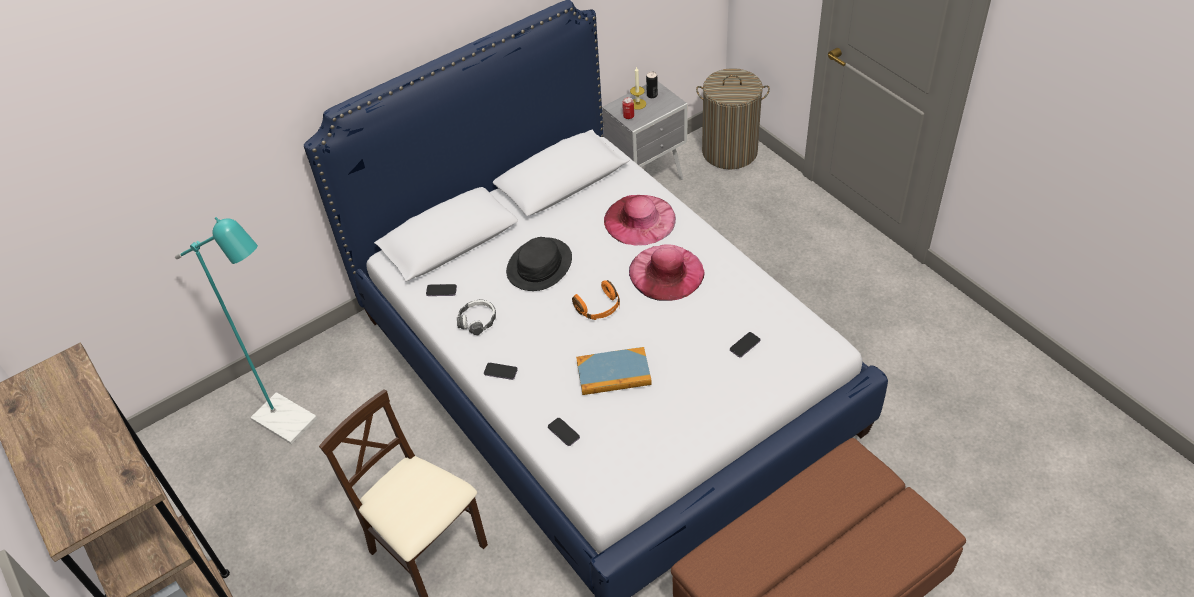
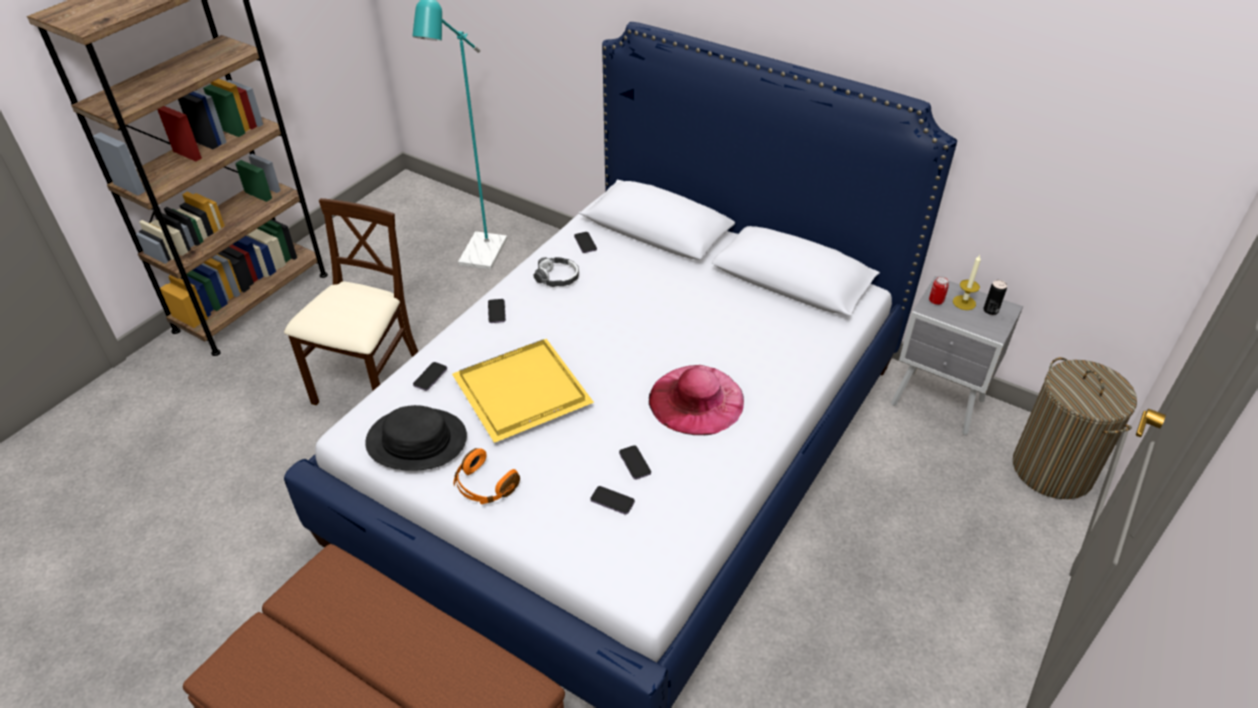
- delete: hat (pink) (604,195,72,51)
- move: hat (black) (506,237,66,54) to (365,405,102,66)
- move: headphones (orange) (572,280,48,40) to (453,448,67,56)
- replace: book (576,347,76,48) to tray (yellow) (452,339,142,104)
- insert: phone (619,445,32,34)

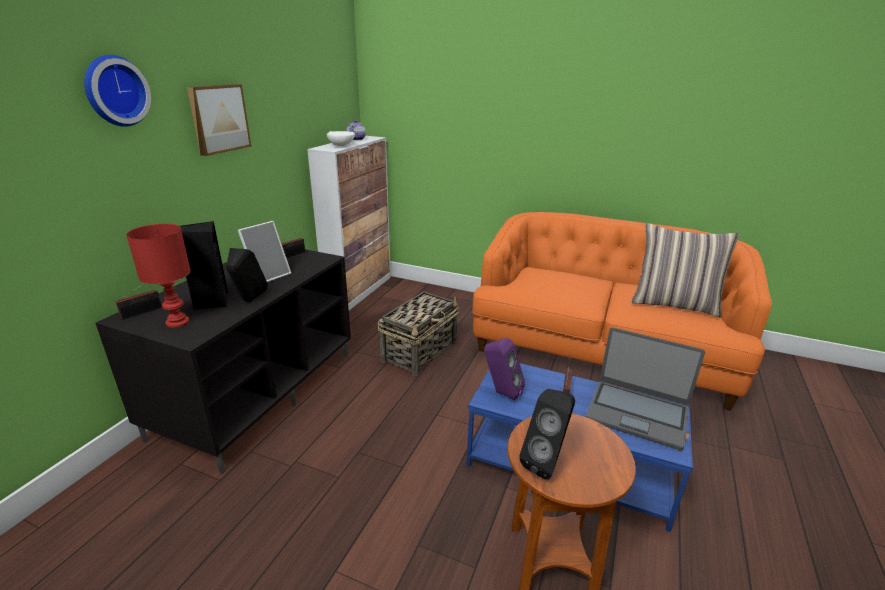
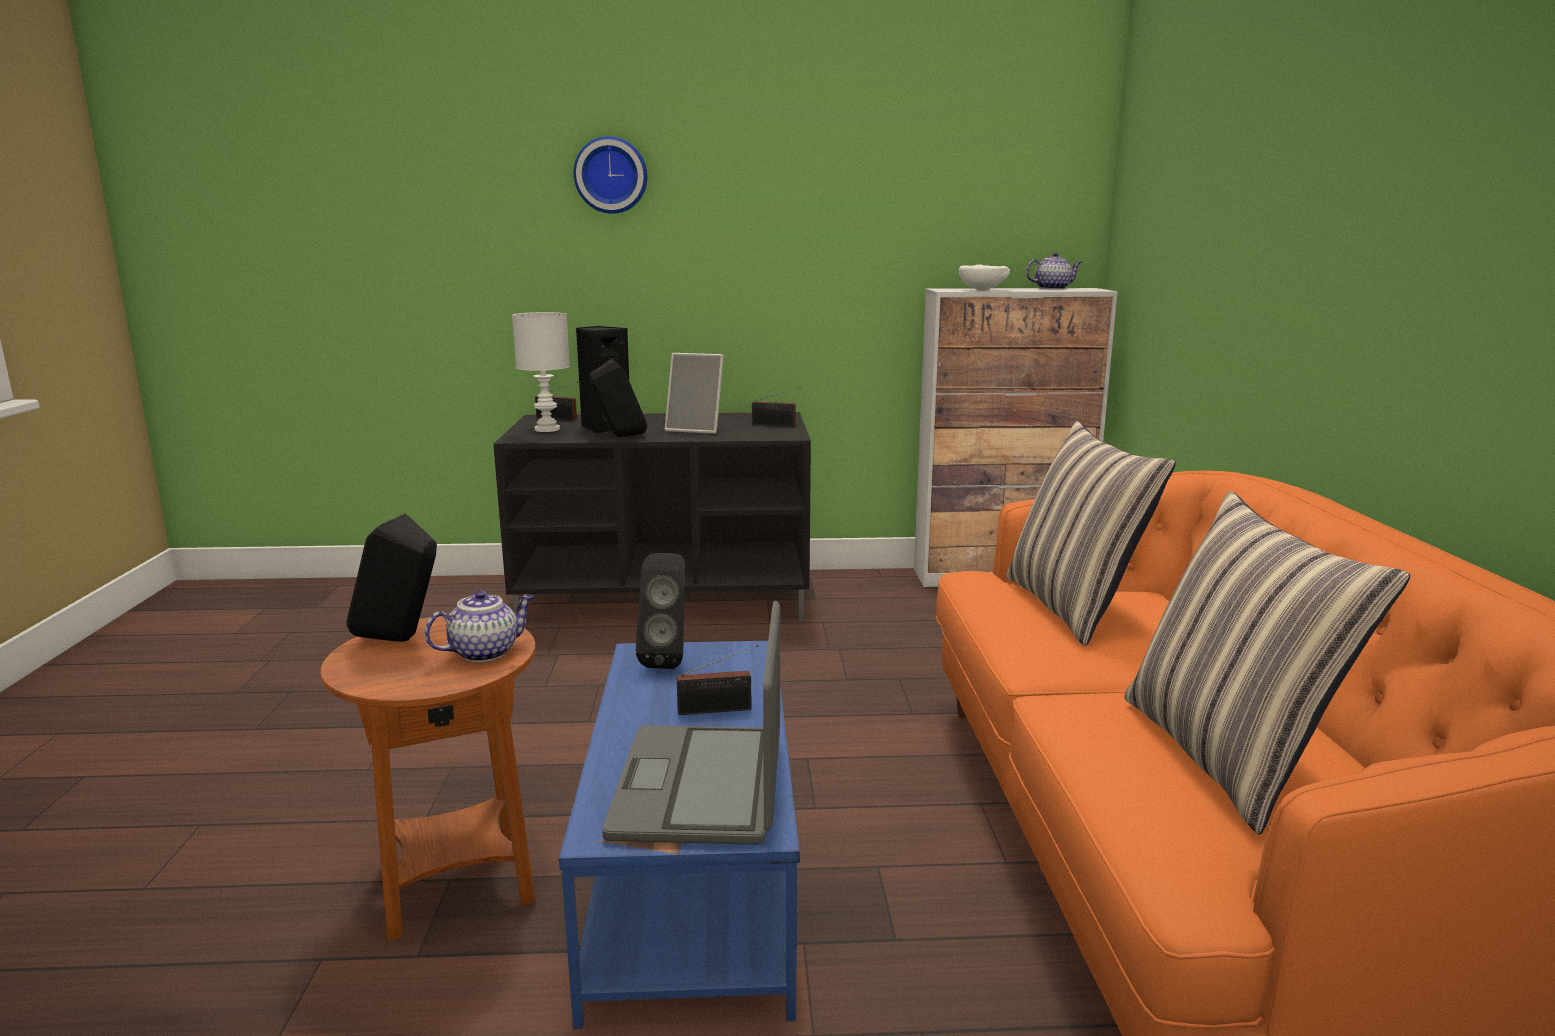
- delete: picture (187,84,64,72)
- recolor: table lamp (red) (126,224,65,104) to table lamp (white) (512,312,58,120)
- delete: basket (378,292,81,84)
- recolor: speaker (purple) (484,338,41,63) to speaker (black) (636,553,49,116)
- insert: pillow (1006,421,170,225)
- insert: teapot (424,590,110,72)

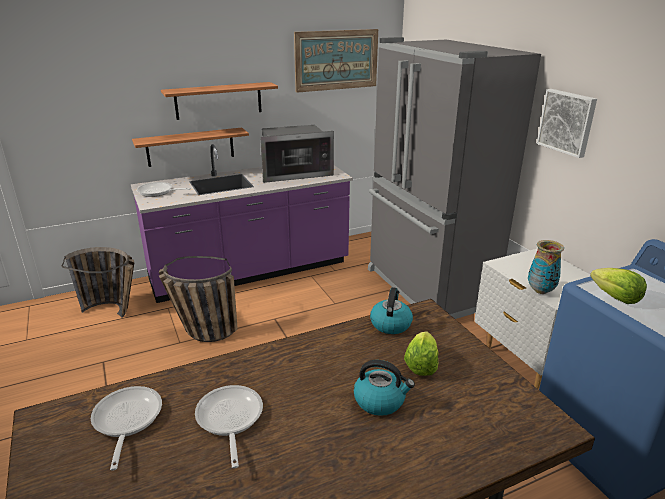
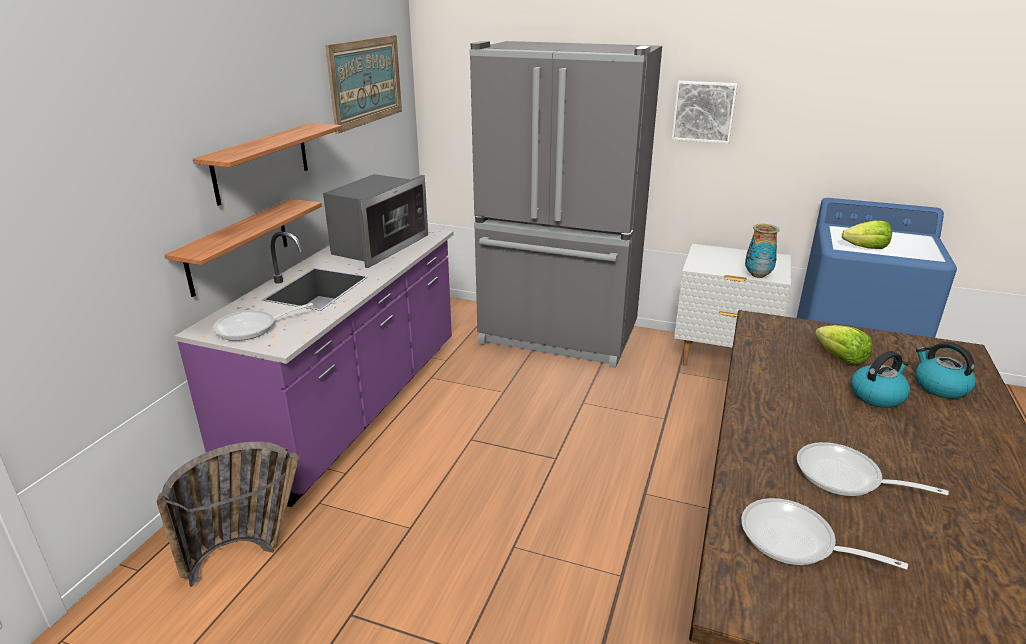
- delete: basket (159,256,79,86)
- move: kettle (370,287,43,47) to (915,342,61,57)

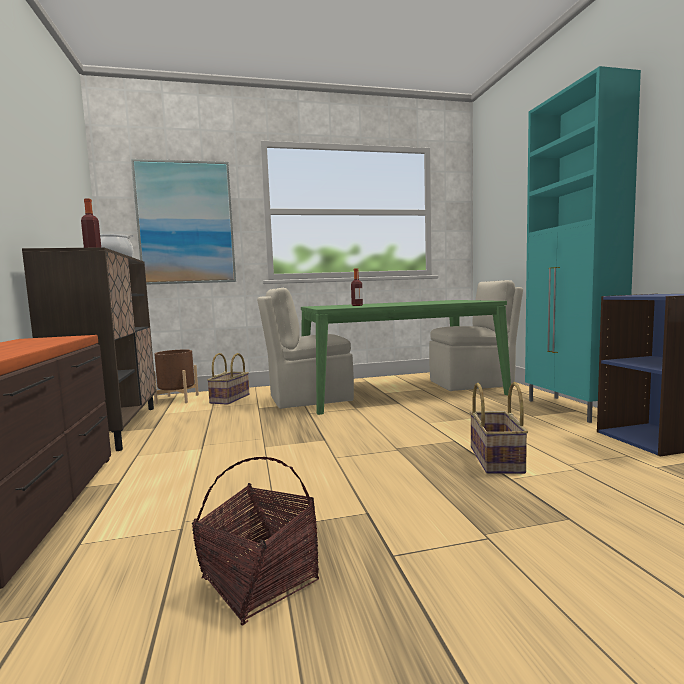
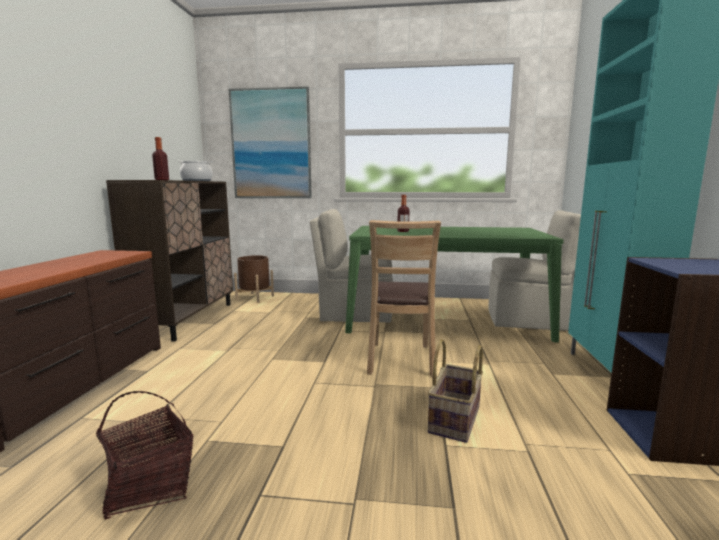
- delete: basket (207,353,42,52)
- insert: chair (brown) (367,220,74,157)

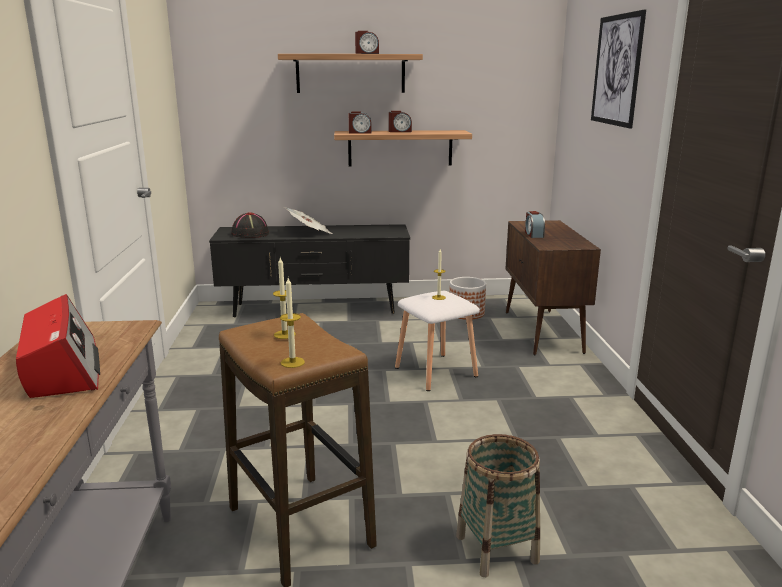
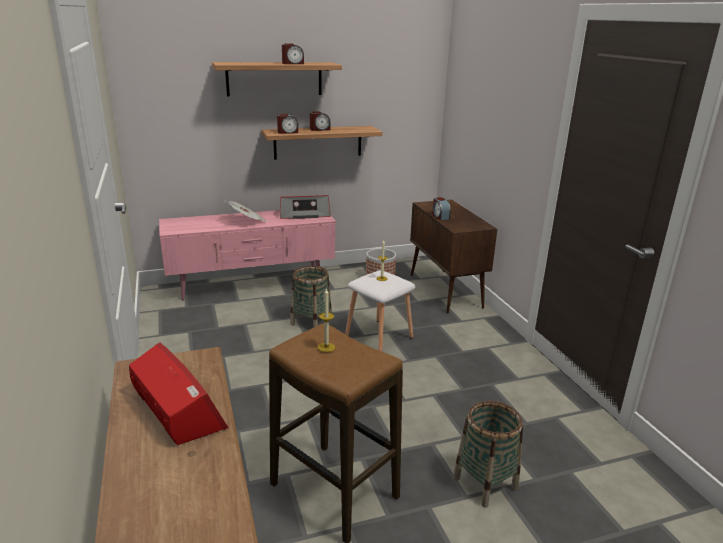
- delete: picture (591,10,55,119)
- delete: hat (black) (231,212,38,26)
- recolor: tv stand (black) (209,224,201,93) to tv stand (pink) (159,210,177,90)
- delete: candle (280,278,25,90)
- insert: radio (280,195,51,24)
- insert: basket (290,266,42,62)

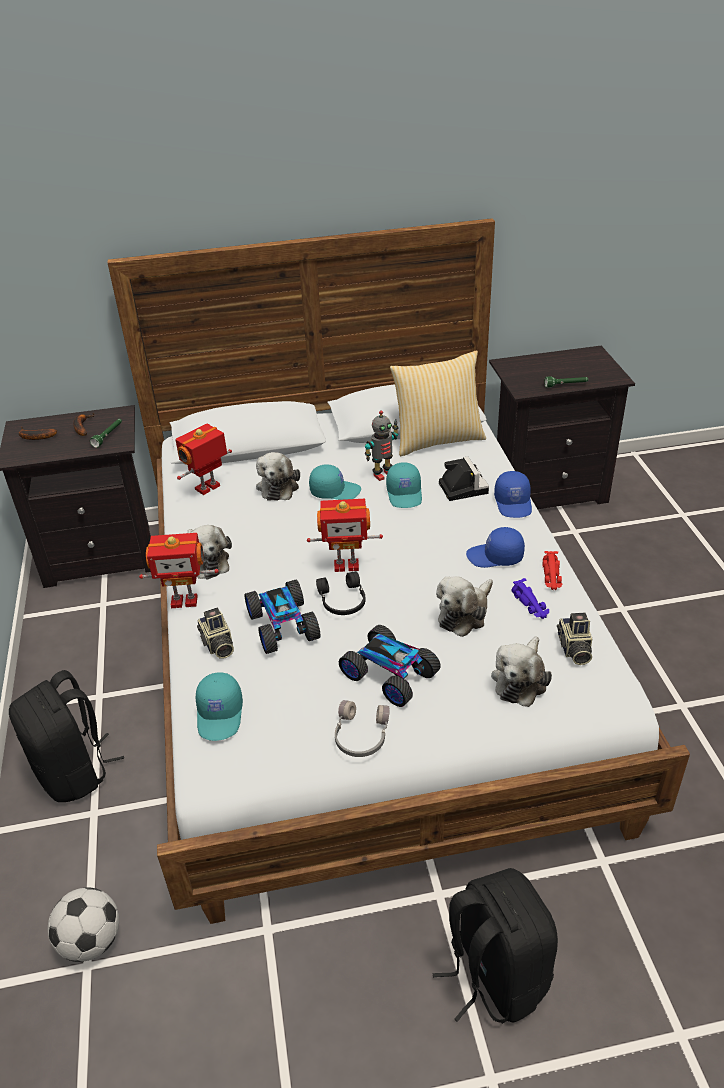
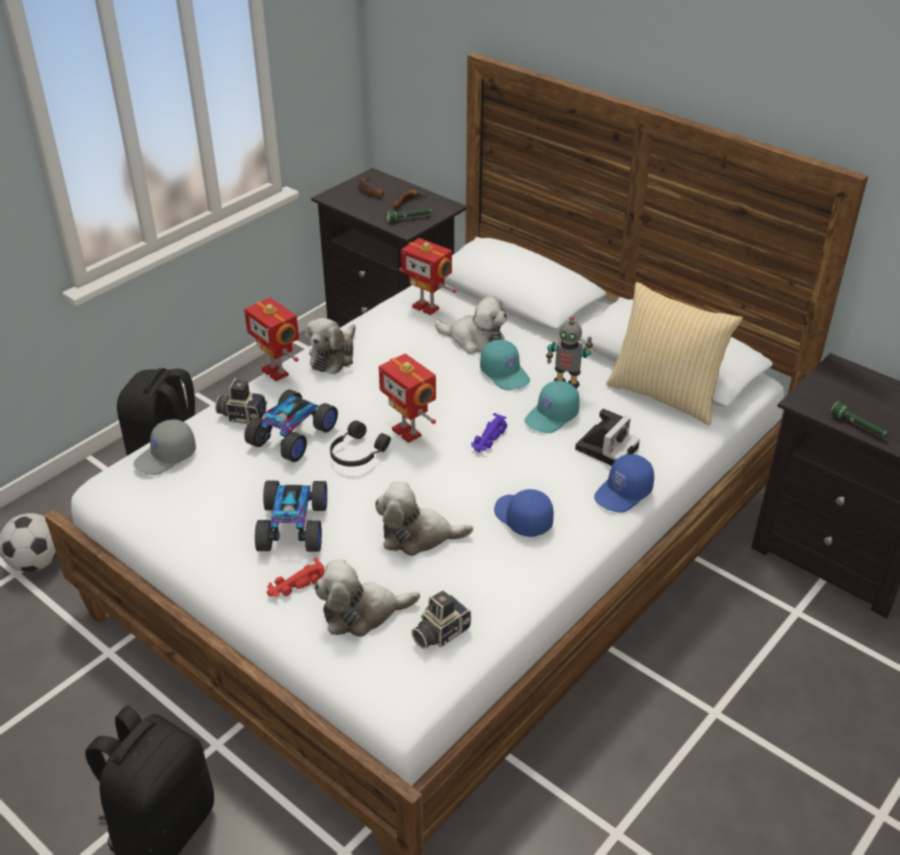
- rotate: toy robot (175,424,57,71) = (399,238,57,77) 150 degrees counterclockwise
- rotate: plush toy (256,452,44,49) = (434,297,73,57) 120 degrees counterclockwise
- move: toy car (red) (543,551,20,39) to (267,557,58,40)
- move: toy car (purple) (511,578,38,41) to (471,413,36,39)
- rotate: photo camera (197,608,37,50) = (215,378,52,46) 75 degrees clockwise
- recolor: cap (turquoise) (196,672,47,69) to cap (grey) (134,419,62,56)
- delete: headphones (grey) (335,700,55,57)

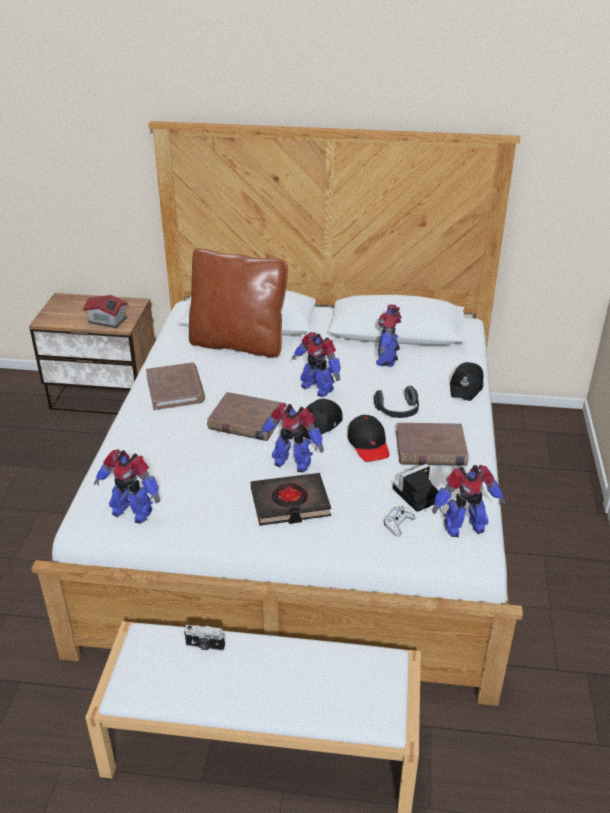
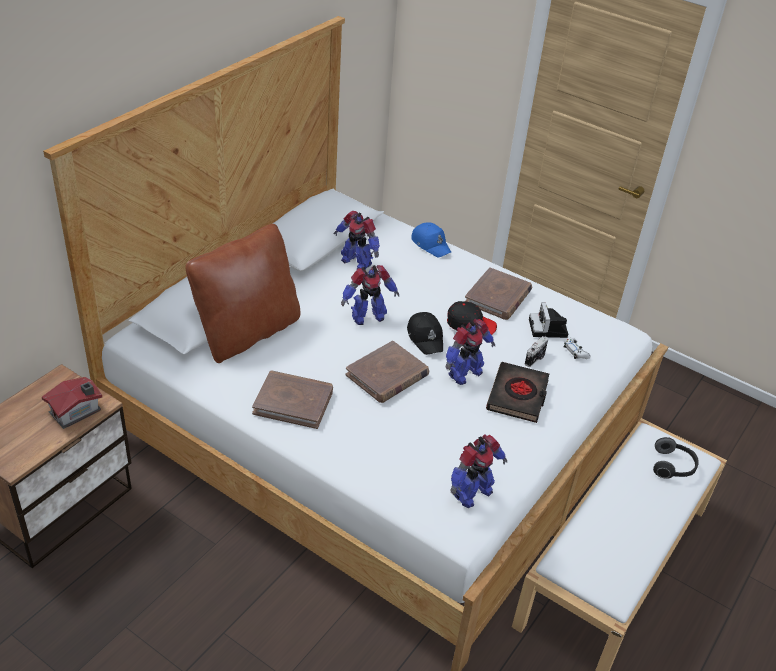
- recolor: cap (black) (450,362,34,39) to cap (blue) (411,222,40,36)
- move: headphones (374,386,45,32) to (653,437,46,42)
- delete: toy robot (432,465,73,72)
- move: photo camera (184,625,42,26) to (525,336,23,31)

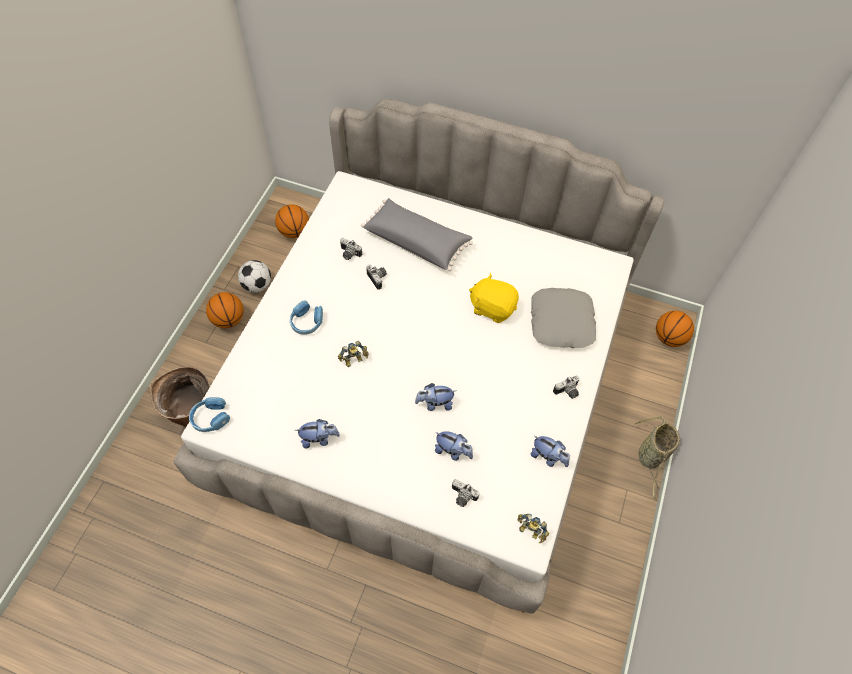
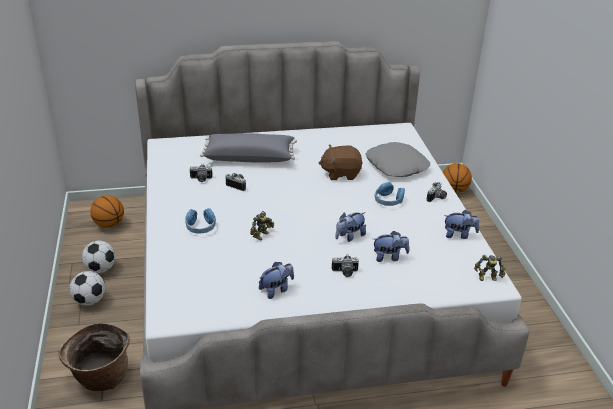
- recolor: plush toy (yellow) (469,273,50,50) to plush toy (brown) (319,144,44,36)
- replace: basketball (206,292,38,36) to football (70,271,35,35)
- move: headphones (blue) (189,397,41,35) to (374,182,31,24)
- delete: basket (632,416,48,84)
- move: photo camera (452,479,28,28) to (332,254,27,23)

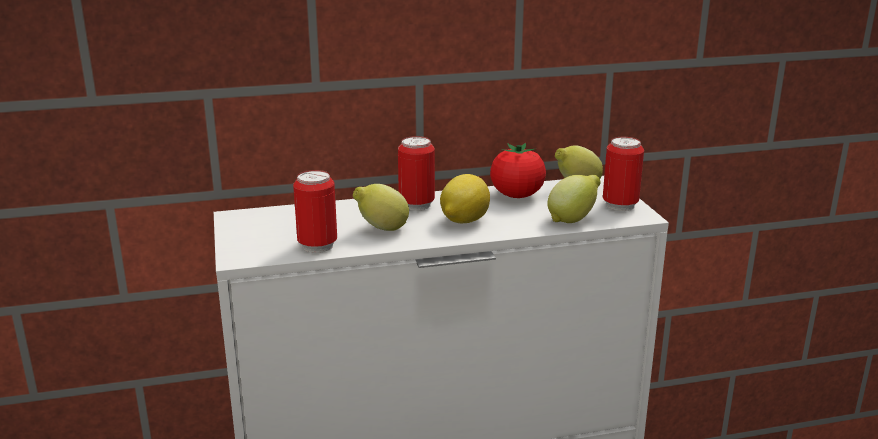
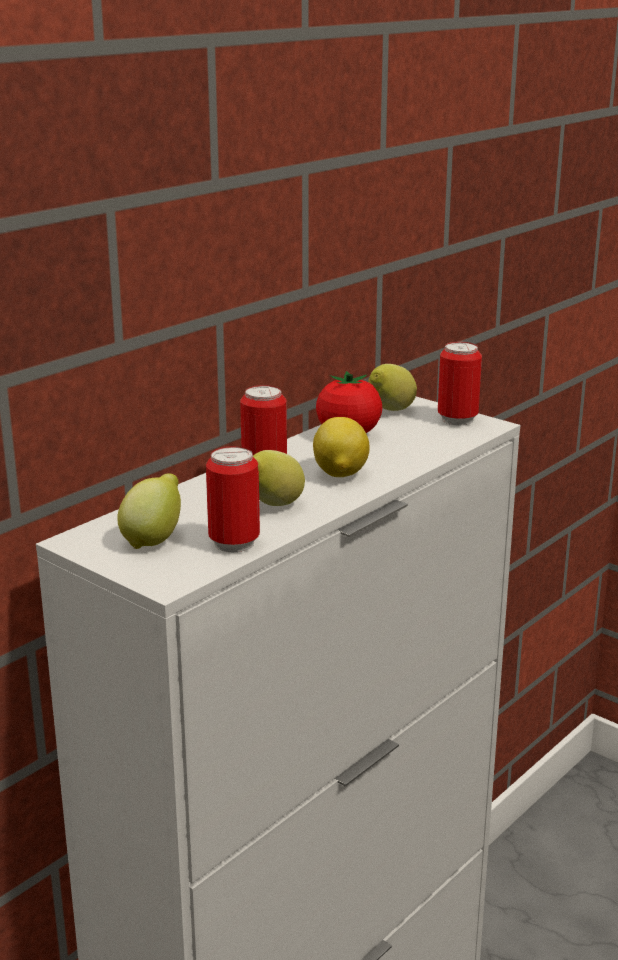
- move: lemon (547,175,54,48) to (118,473,63,76)

